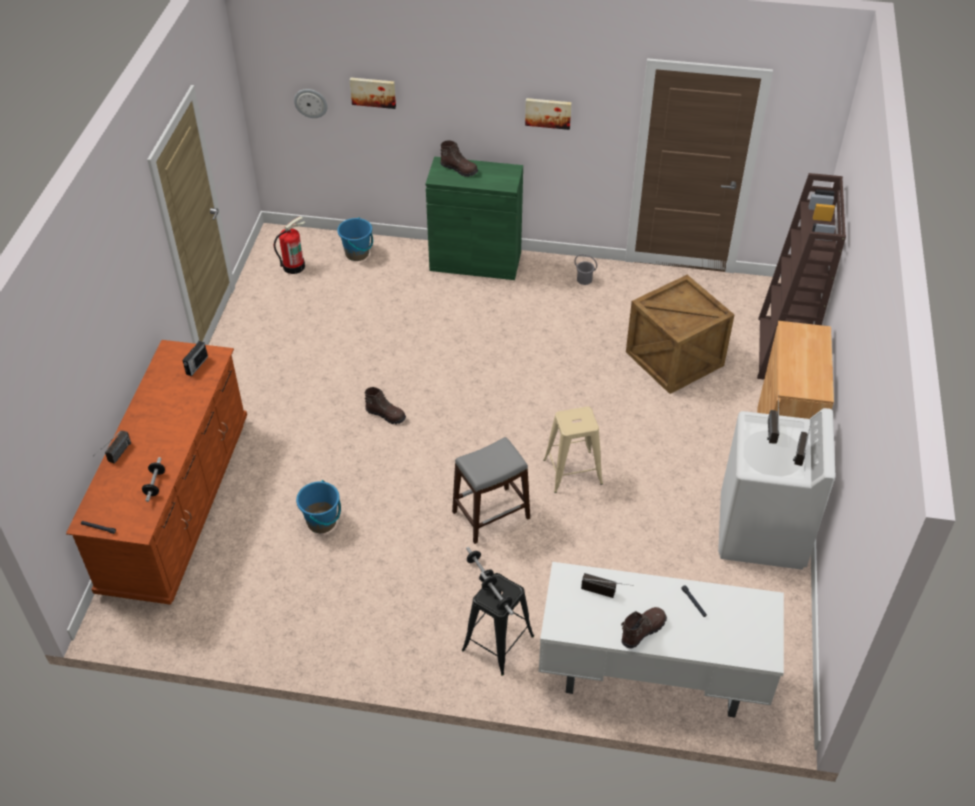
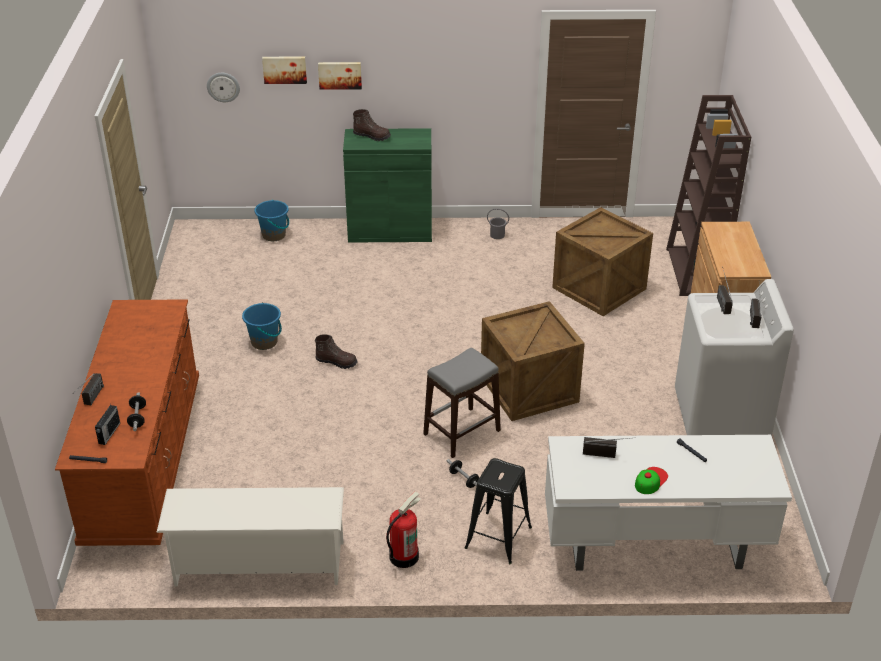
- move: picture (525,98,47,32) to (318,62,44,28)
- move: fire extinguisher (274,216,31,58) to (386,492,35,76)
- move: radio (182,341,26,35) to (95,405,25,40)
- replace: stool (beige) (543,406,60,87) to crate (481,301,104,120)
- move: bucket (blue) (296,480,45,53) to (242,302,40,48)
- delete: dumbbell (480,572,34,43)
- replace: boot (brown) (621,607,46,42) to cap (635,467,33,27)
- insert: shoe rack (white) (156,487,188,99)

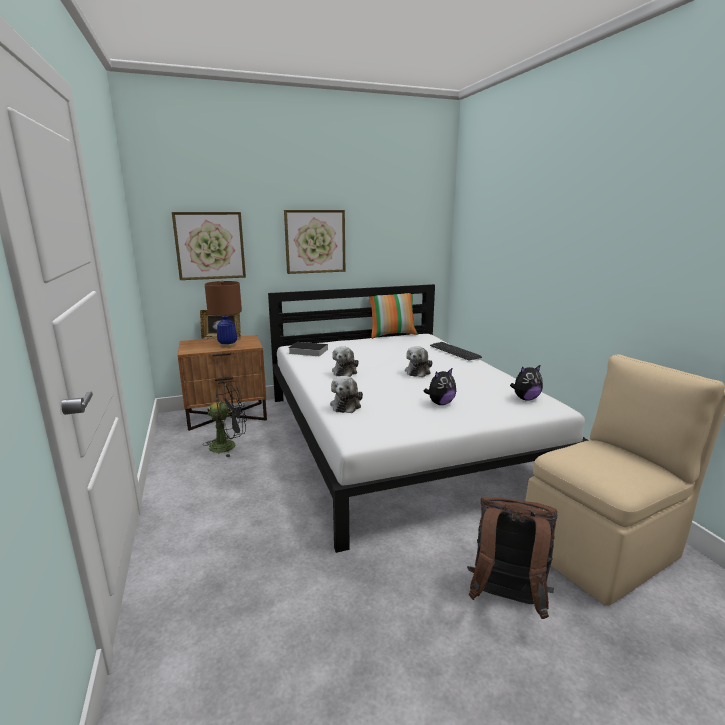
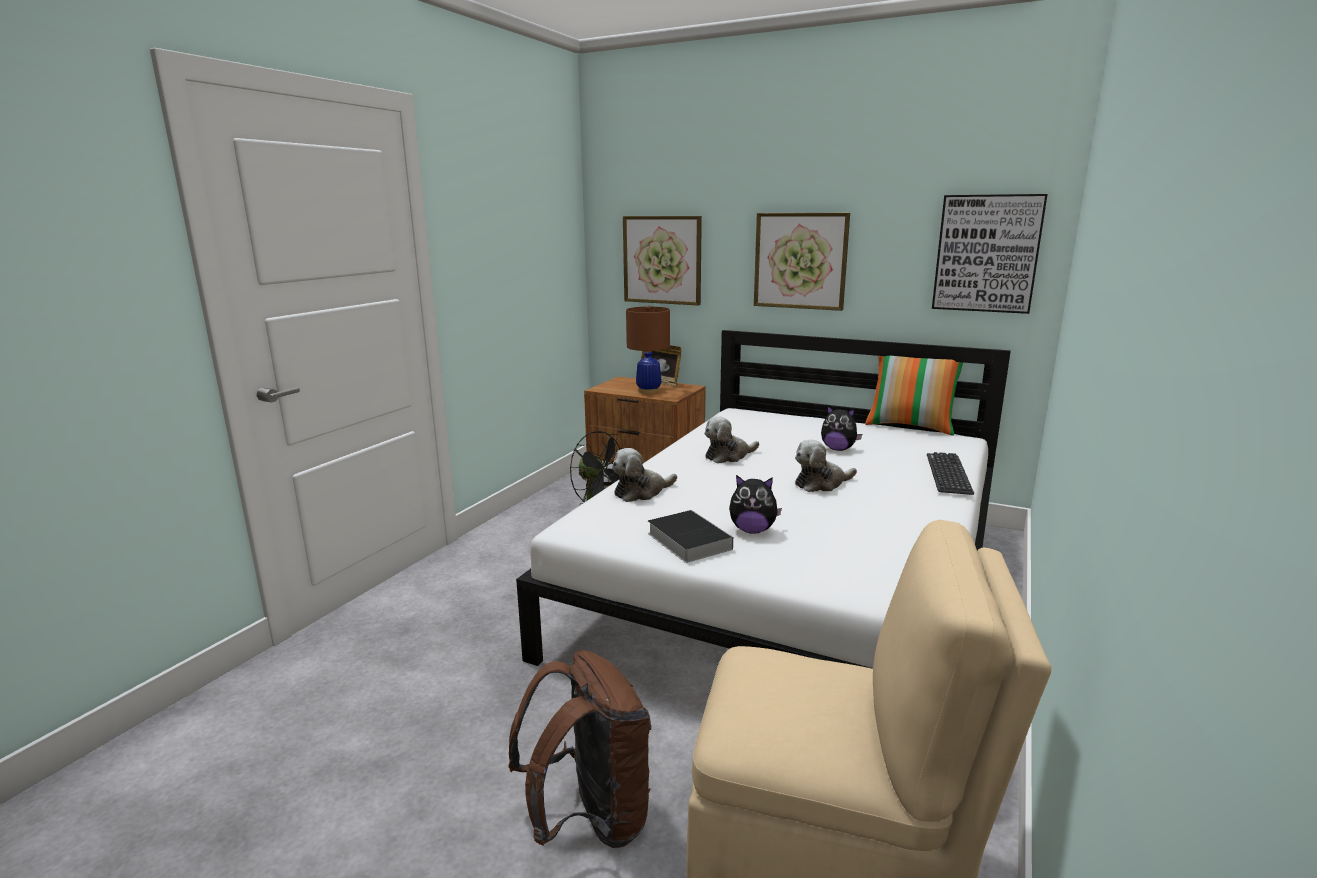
- move: book (289,342,39,14) to (648,510,85,53)
- move: plush toy (510,364,33,37) to (821,405,41,46)
- insert: picture (932,194,115,120)

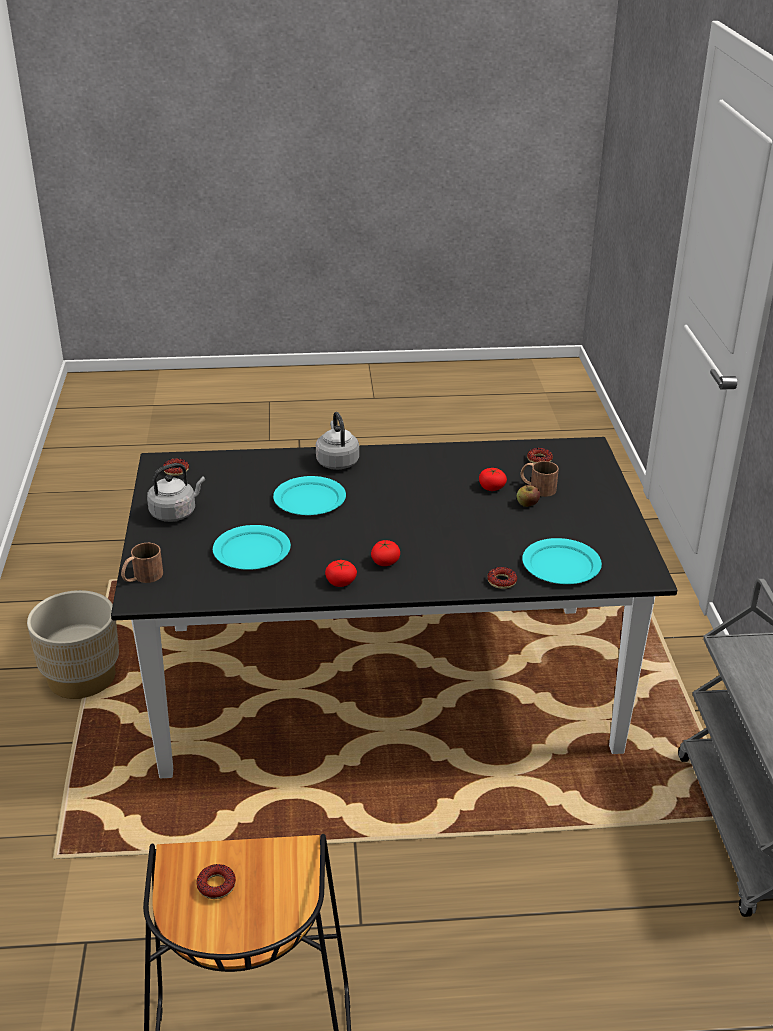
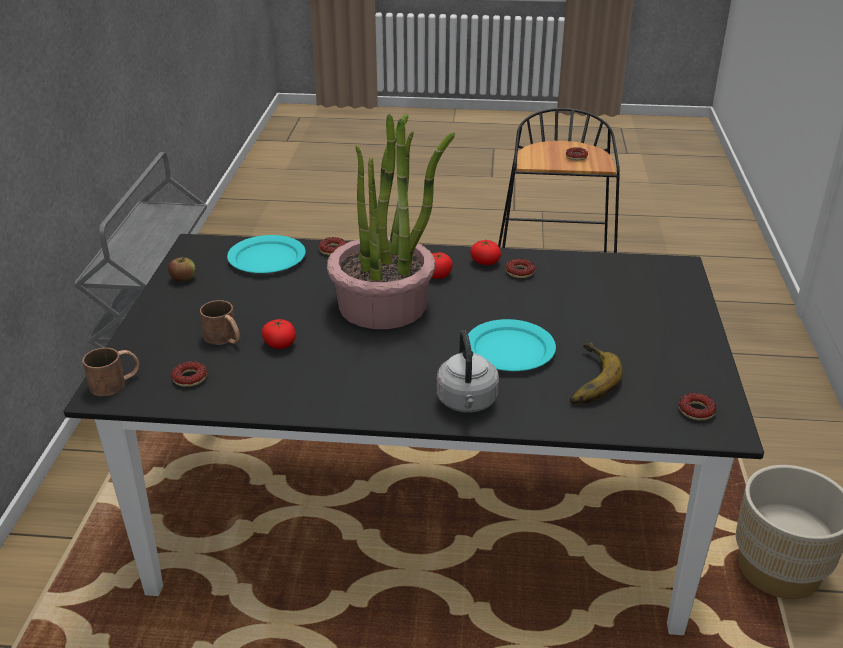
- delete: kettle (grey) (147,463,58,59)
- move: apple (517,484,23,23) to (168,257,27,25)
- delete: plate (turquoise) (213,525,78,45)
- move: mug (brown) (121,543,42,40) to (83,348,57,48)
- insert: potted plant (327,114,128,215)
- insert: donut (506,259,29,19)
- insert: banana (570,342,53,62)

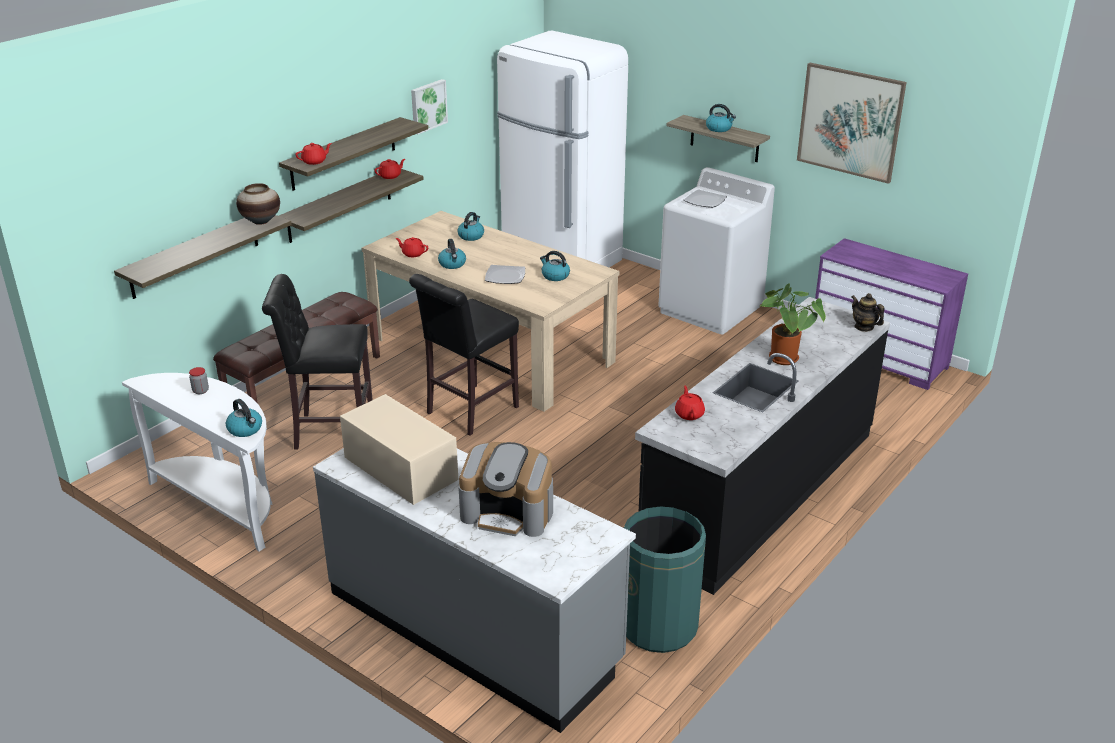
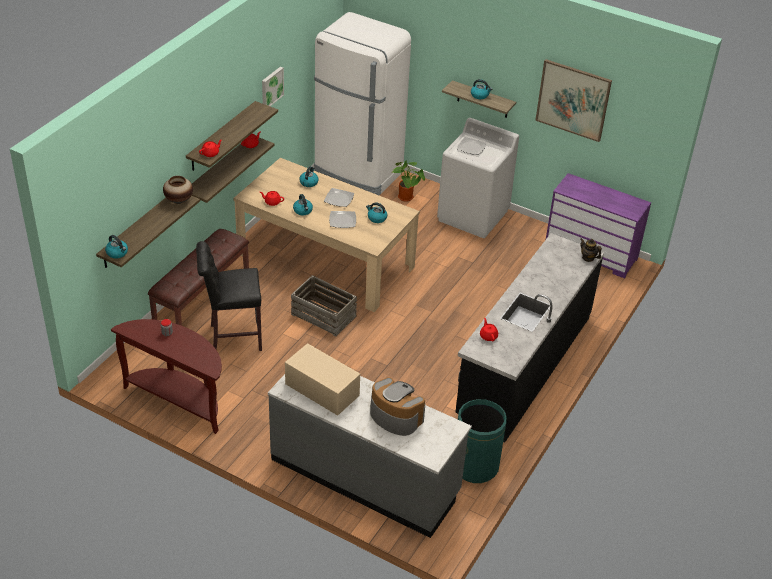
- replace: stool (black) (409,274,110,162) to crate (291,275,66,62)
- move: potted plant (760,283,66,82) to (393,160,32,42)
- recolor: console table (white) (122,373,150,179) to console table (brown) (111,319,111,115)
- move: kettle (226,399,36,38) to (105,235,23,24)
- rotate: coffee machine (458,442,95,95) = (370,377,55,59) 150 degrees counterclockwise
- insert: plate (324,188,30,19)

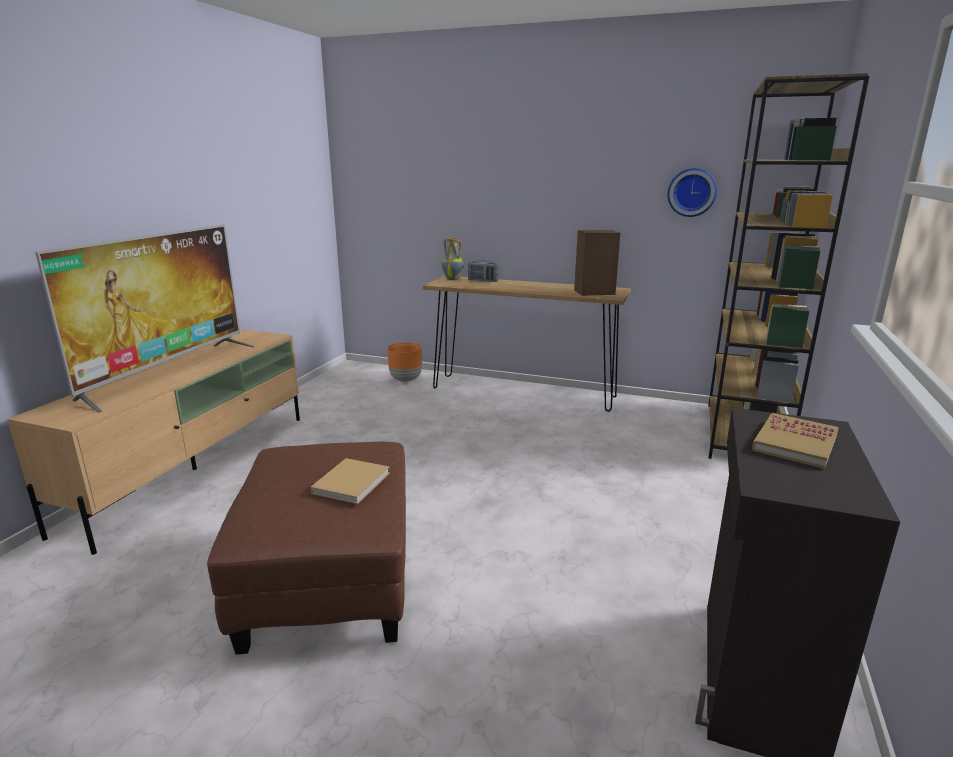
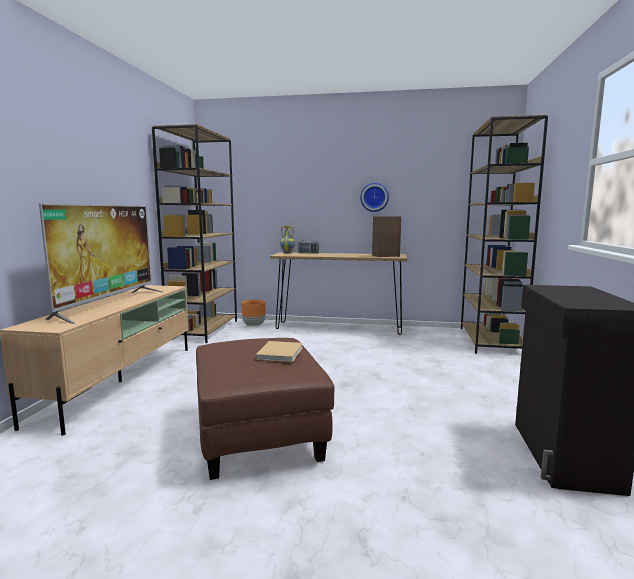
- move: wall clock (668,168,49,49) to (360,183,29,29)
- delete: book (752,413,87,56)
- insert: bookcase (brown) (152,124,85,219)

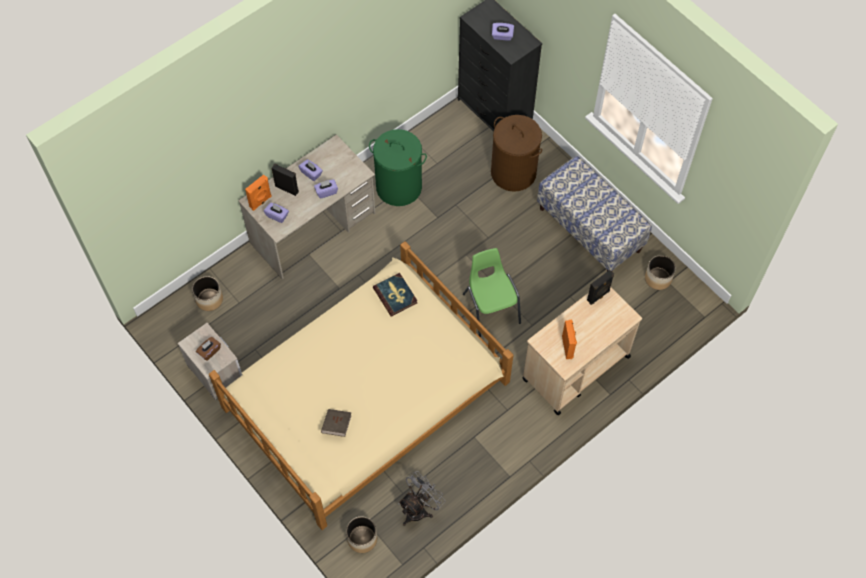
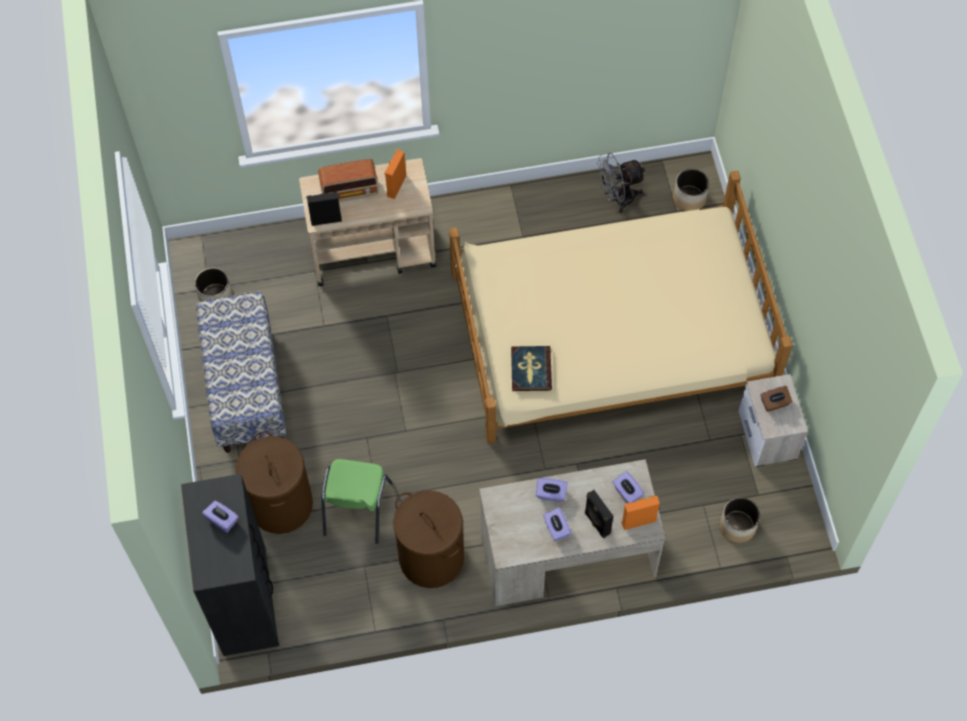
- recolor: laundry basket (green) (369,129,58,77) to laundry basket (brown) (393,490,71,98)
- move: chair (green) (463,248,58,89) to (321,459,71,85)
- delete: book (brown) (321,409,30,28)
- insert: radio (318,159,61,43)

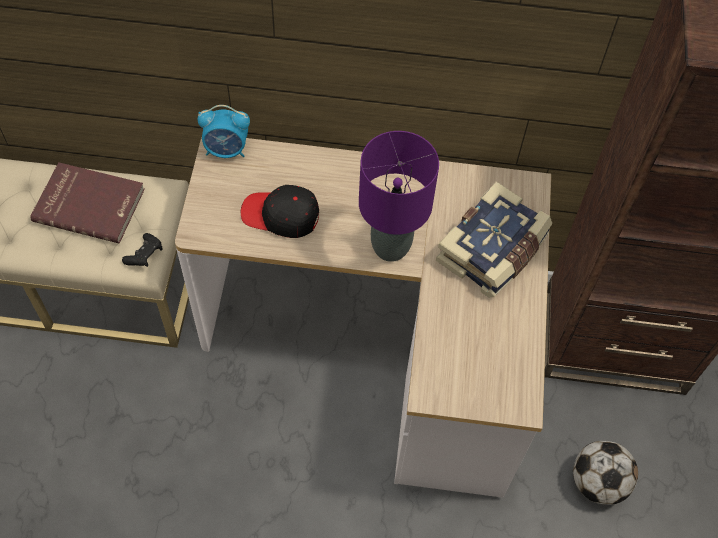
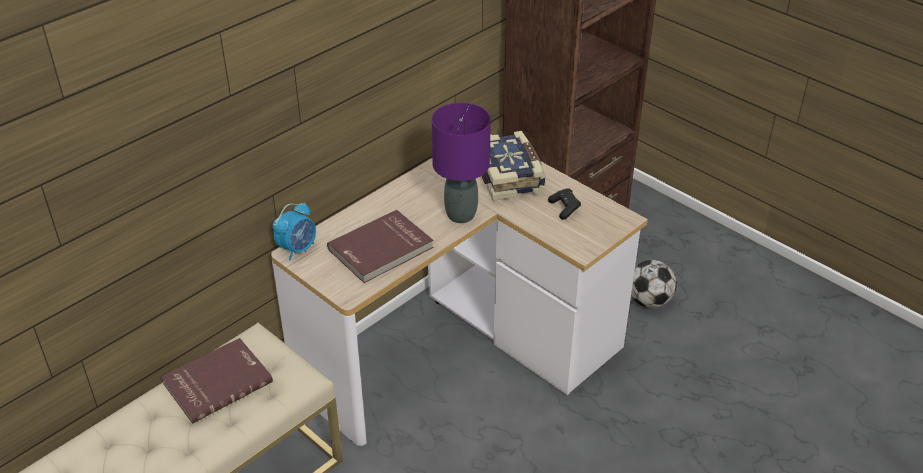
- replace: cap (black) (241,185,78,53) to book (red) (327,210,107,73)
- move: game controller (black) (122,233,41,34) to (548,188,33,32)

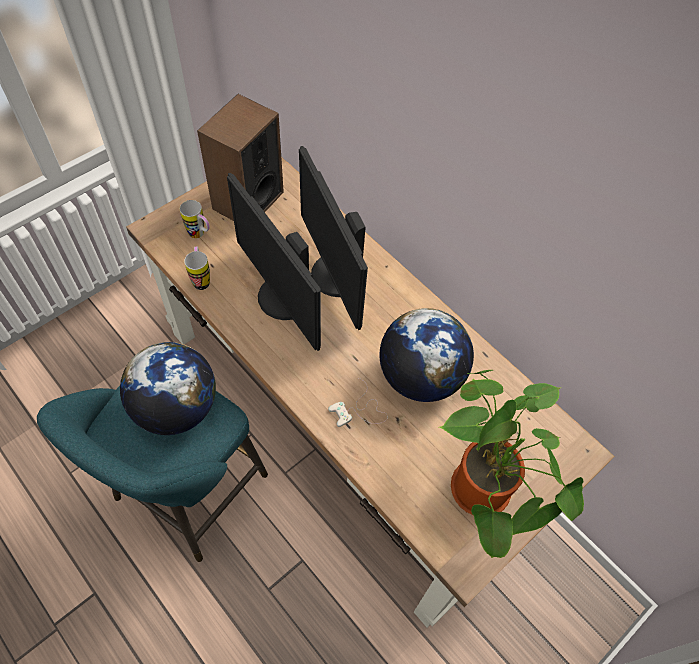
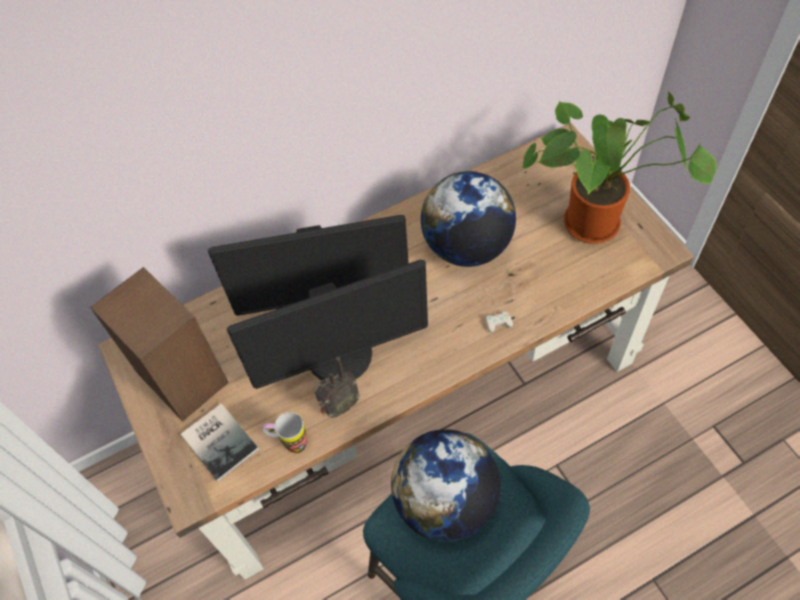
- replace: mug (180,200,30,39) to book (181,403,78,78)
- insert: radio (314,357,46,61)

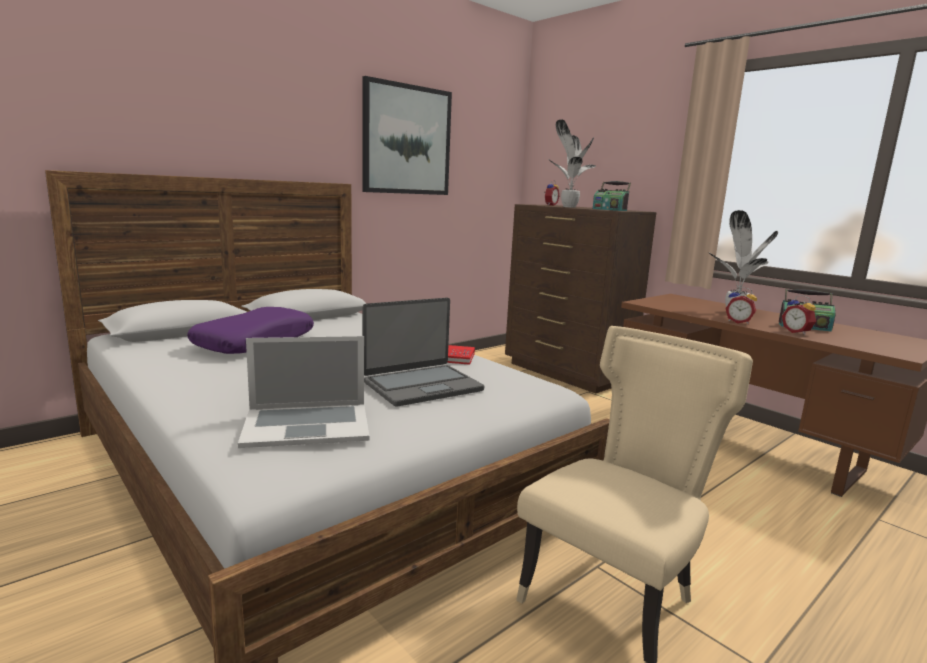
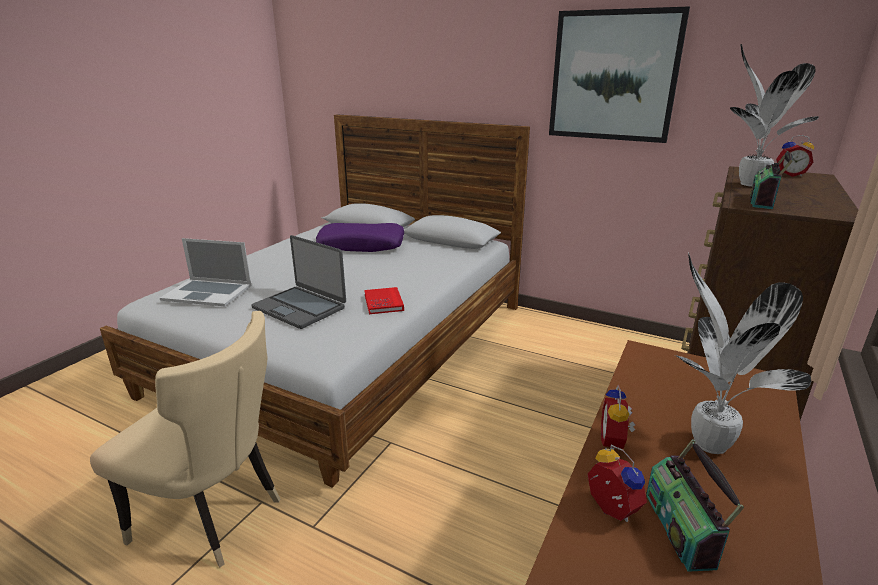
- rotate: alarm clock (782,295,34,40) = (587,445,60,77) 105 degrees clockwise
- rotate: laptop (238,336,131,112) = (160,238,91,69) 45 degrees counterclockwise

